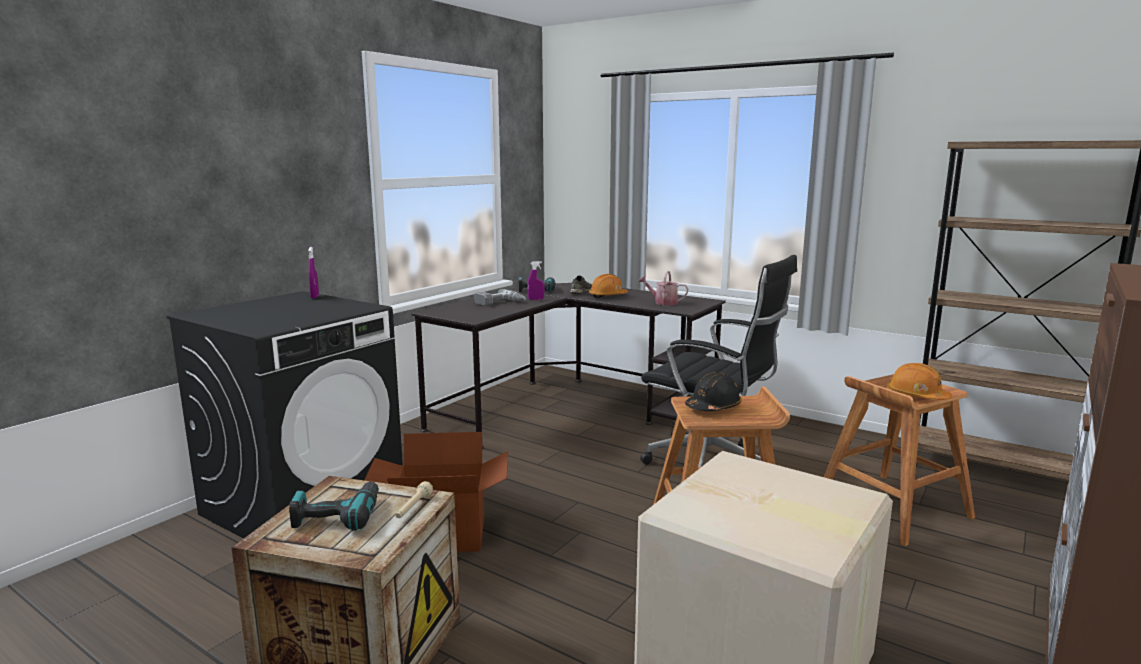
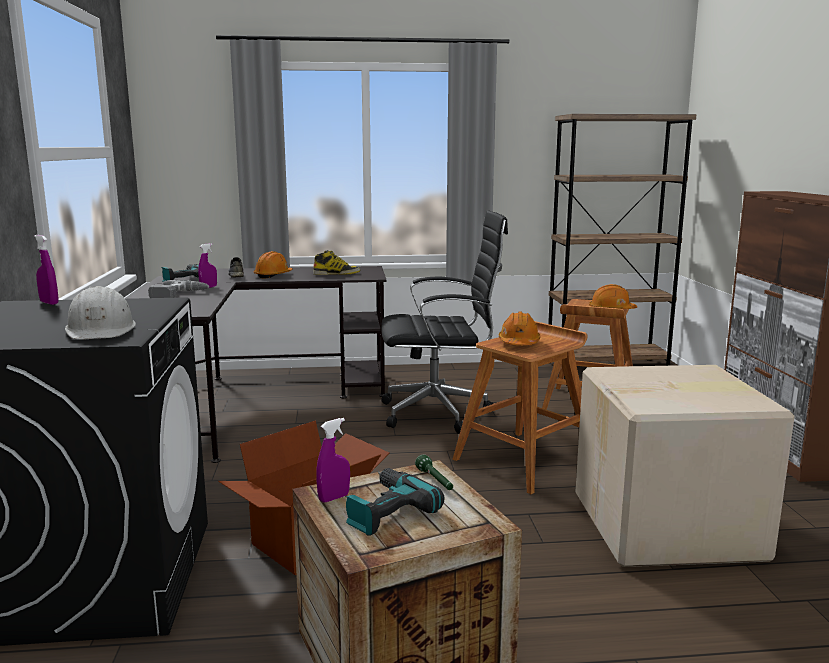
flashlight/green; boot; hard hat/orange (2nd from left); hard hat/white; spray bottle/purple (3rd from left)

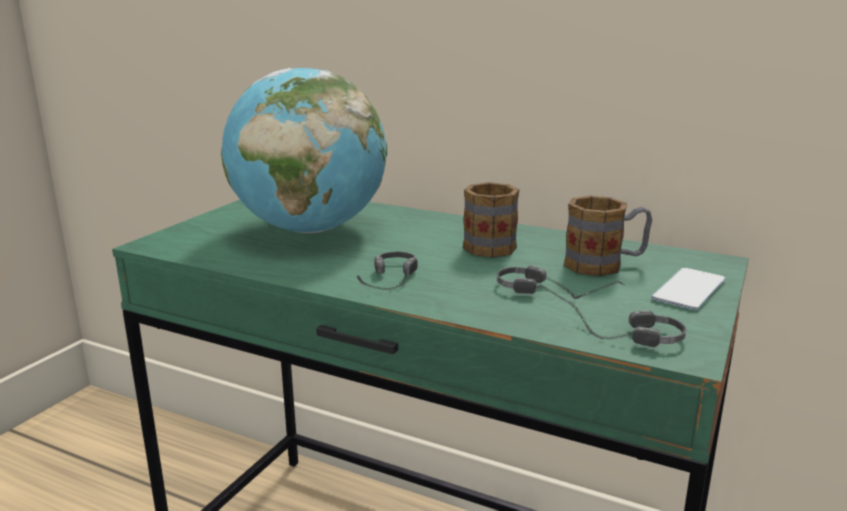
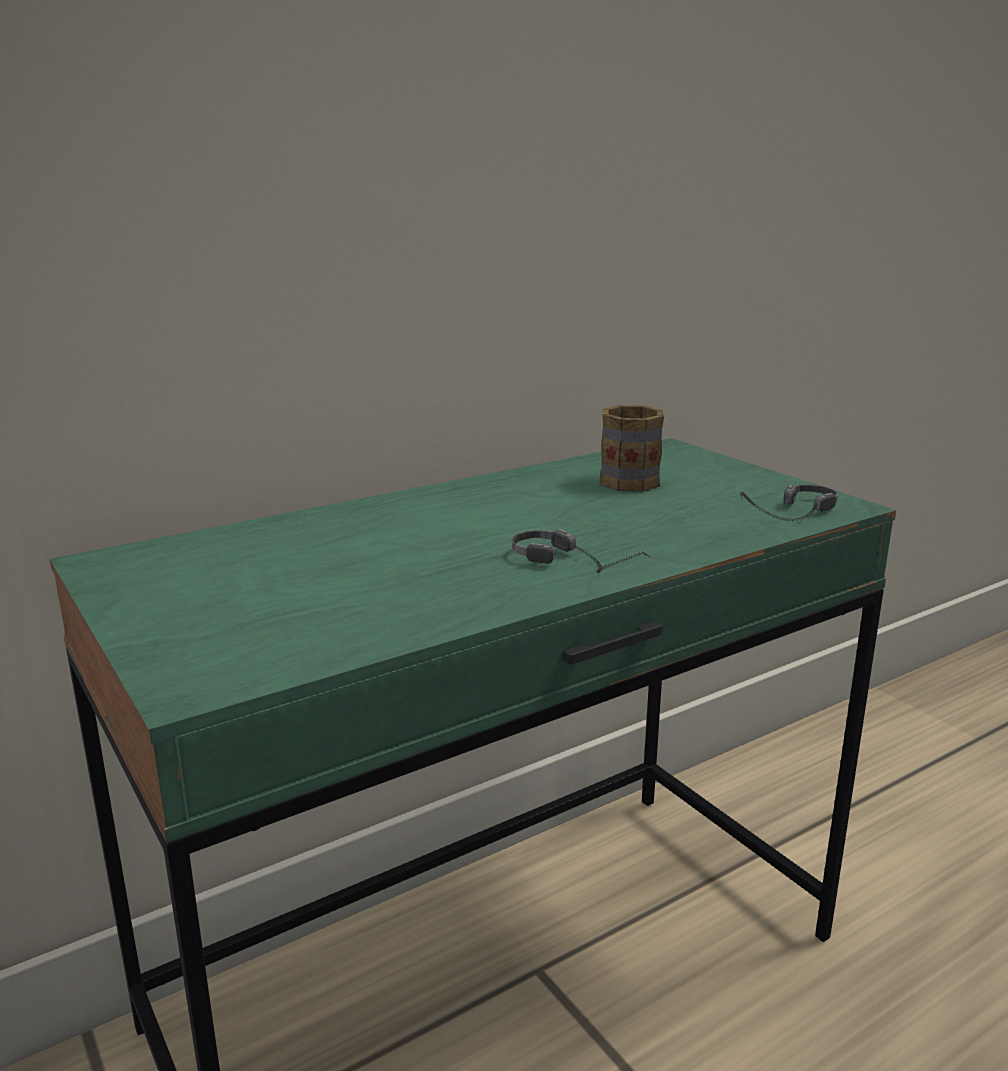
globe; mug (1st from left in the first image); headphones (2nd from left in the first image); phone

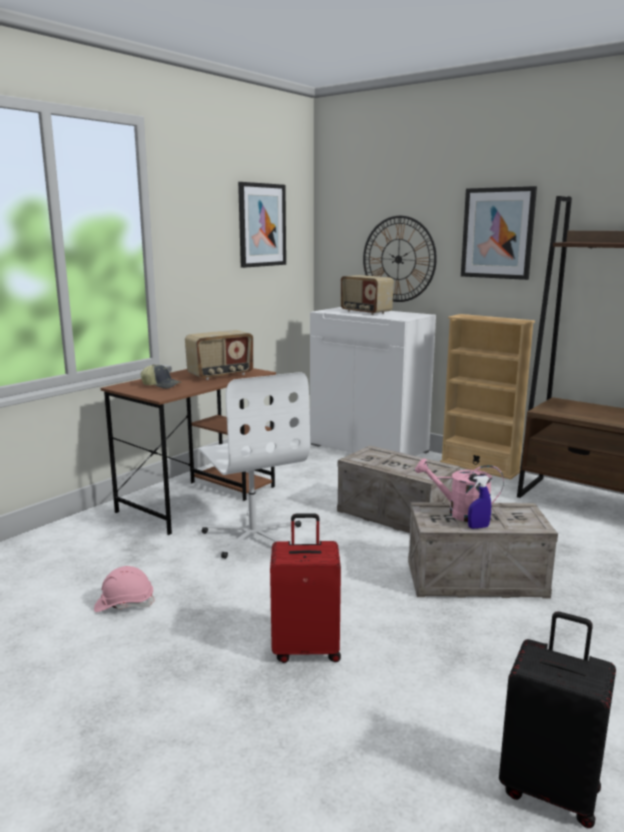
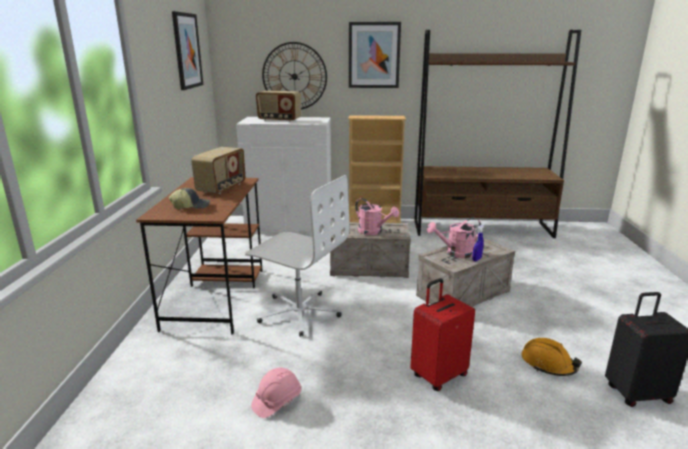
watering can/pink (1st from left); hard hat/orange

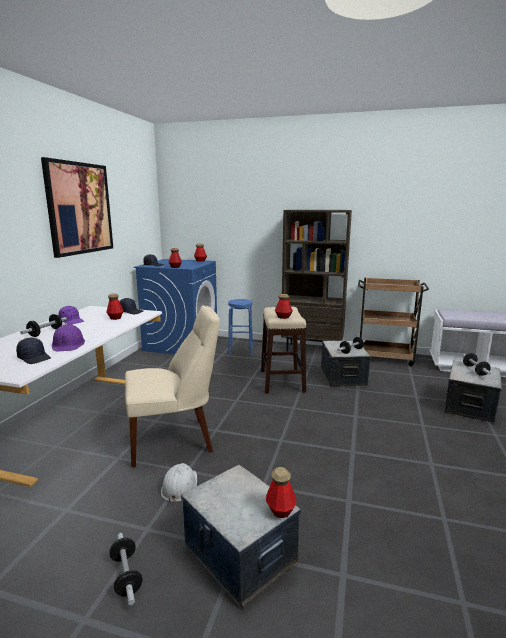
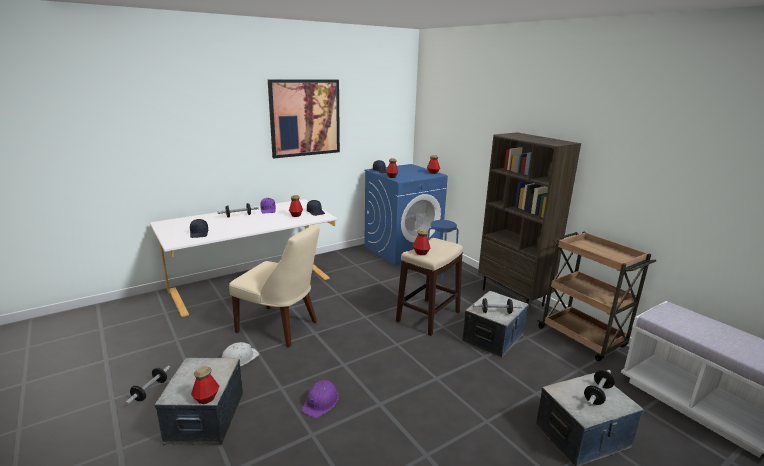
hard hat/purple

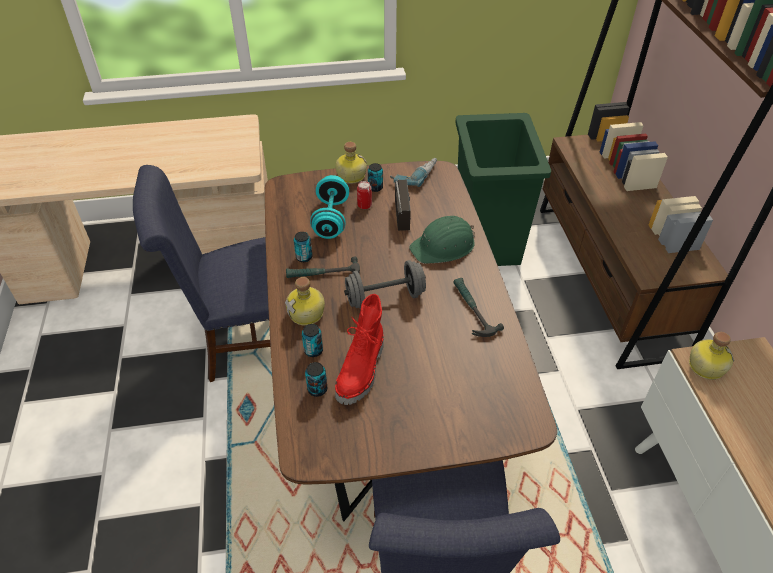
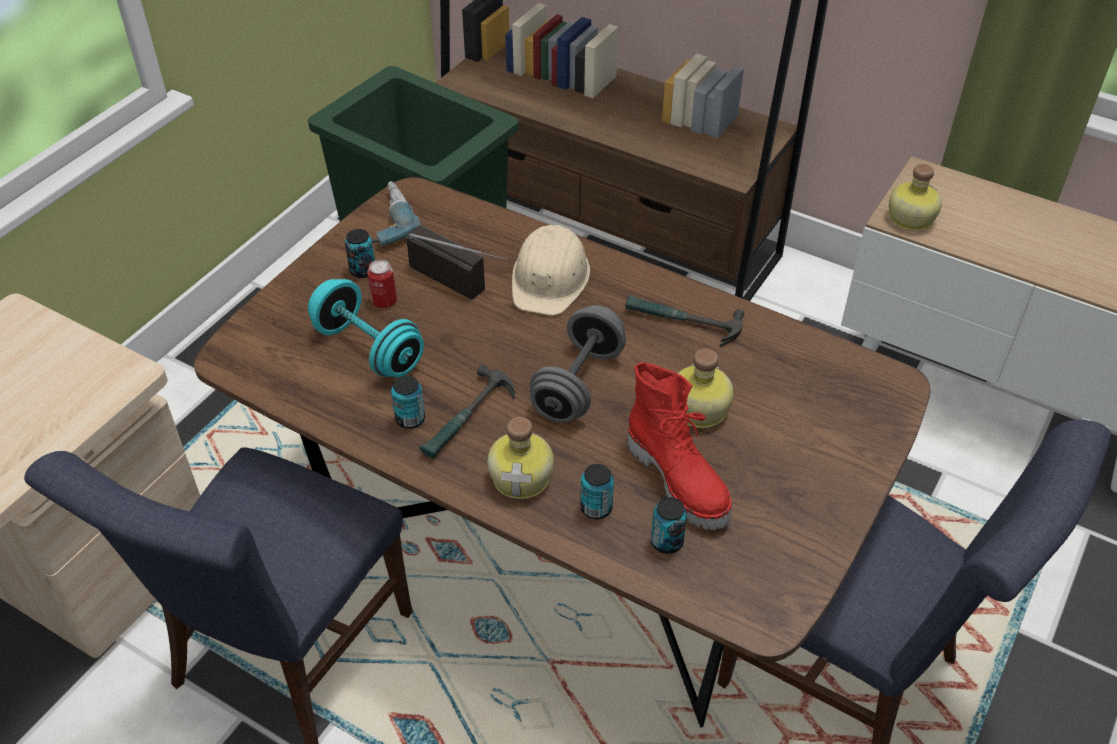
bottle (2nd from left); hard hat/beige

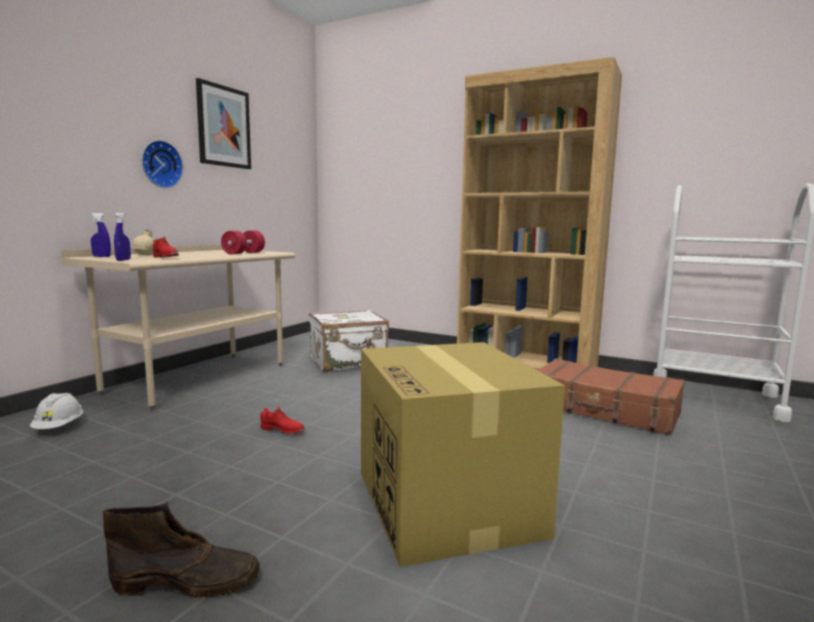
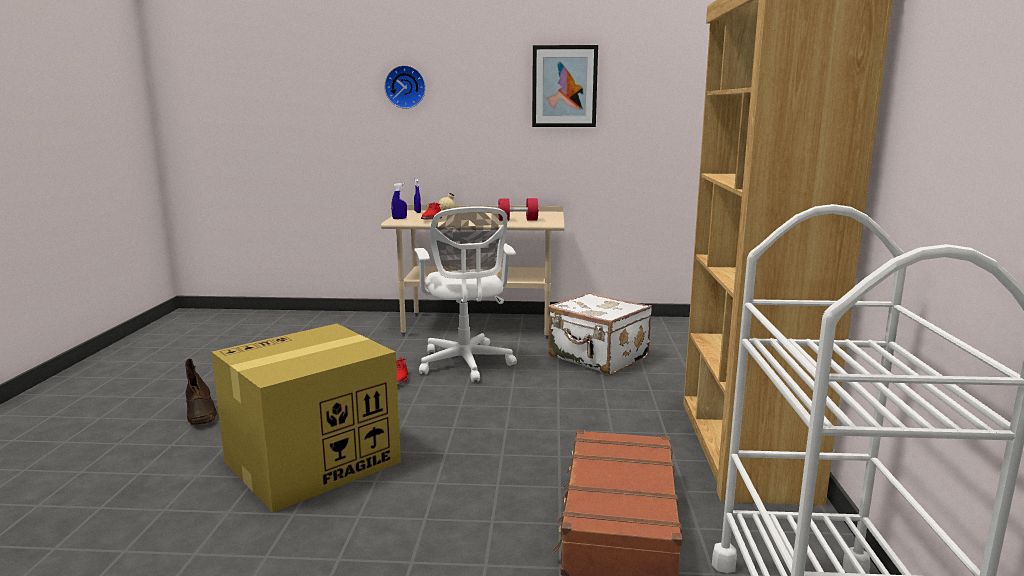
hard hat/white; wall clock; office chair/white

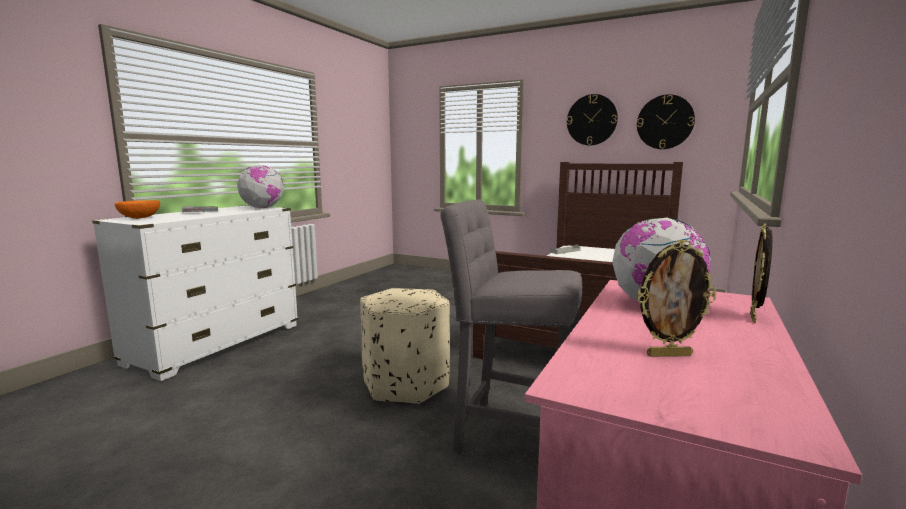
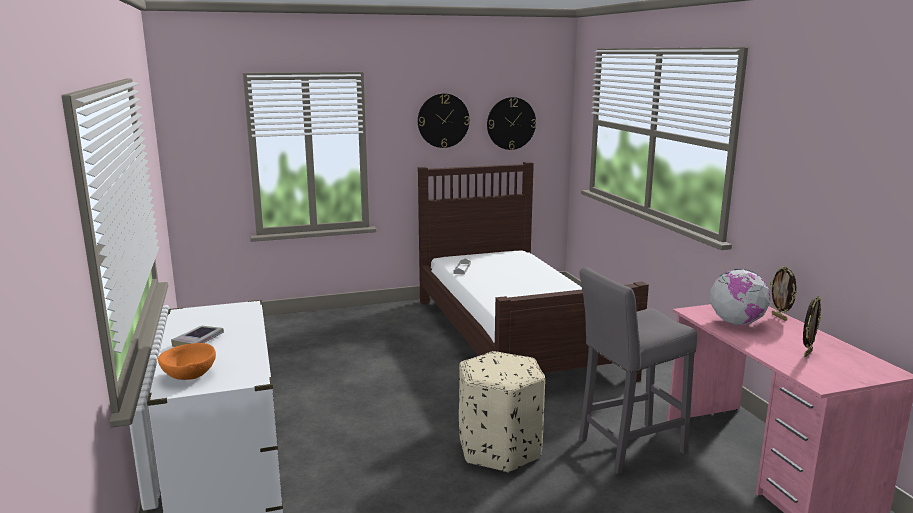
globe (1st from left in the first image)

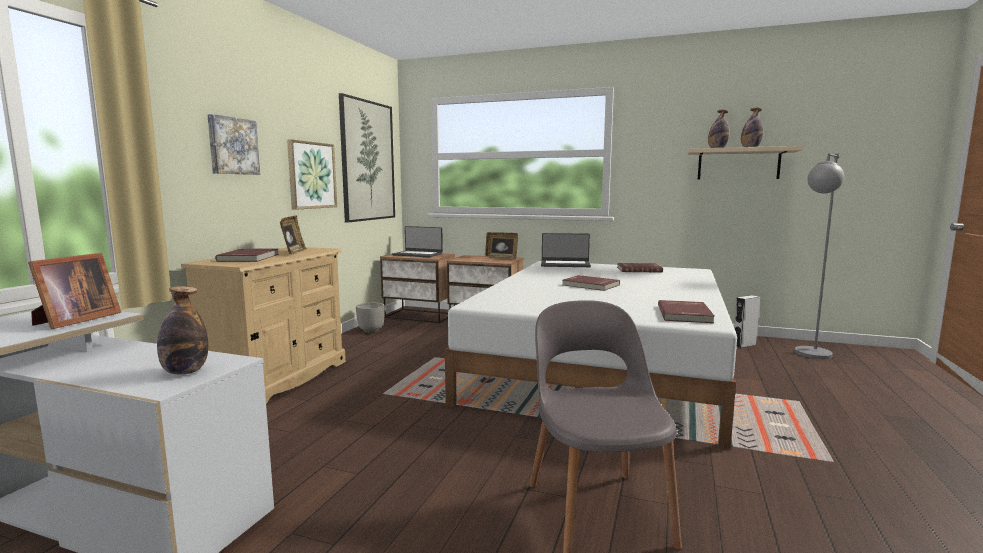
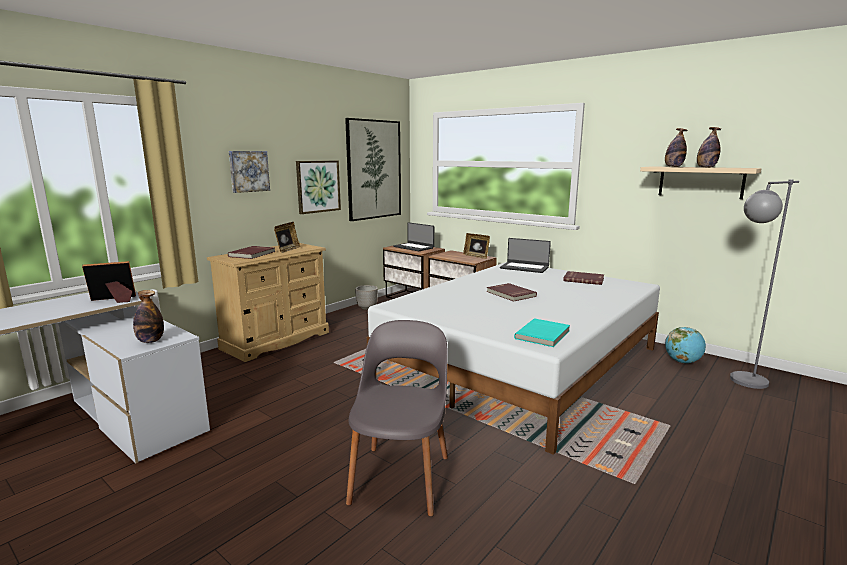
picture frame (1st from left); book/turquoise; globe

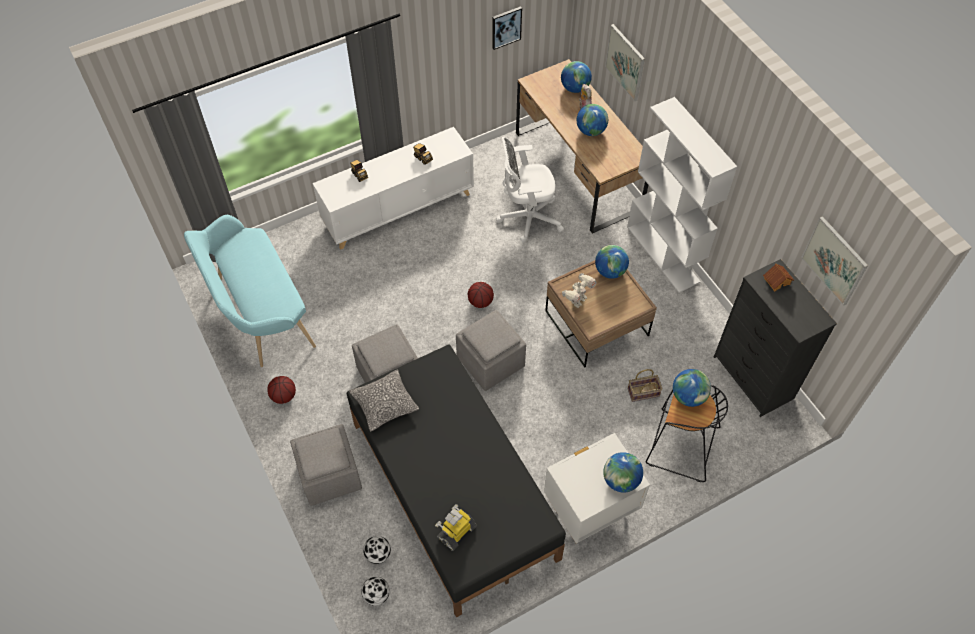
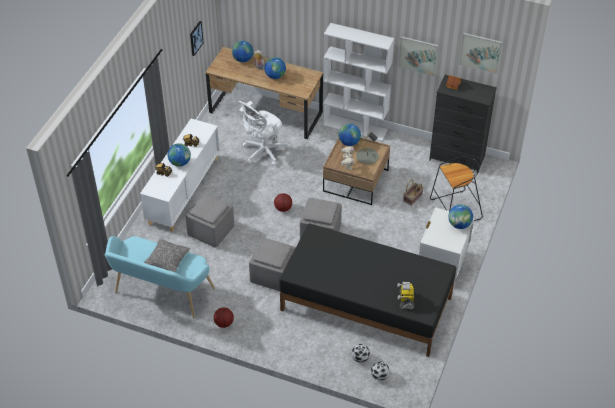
ottoman/grey (1st from left); pillow; picture (2nd from left); globe (1st from left); table lamp/grey

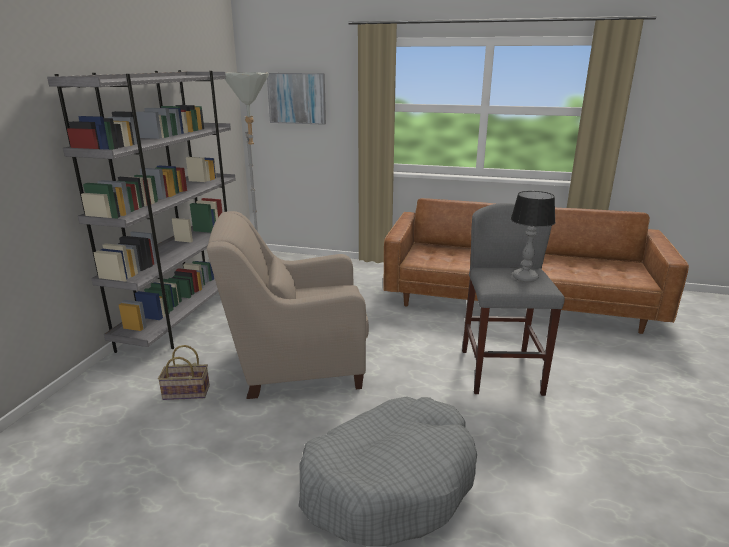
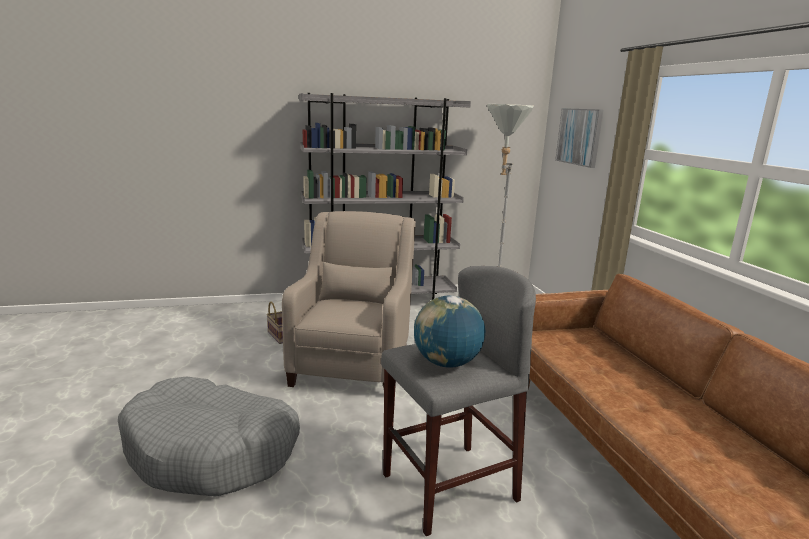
armchair/beige; globe

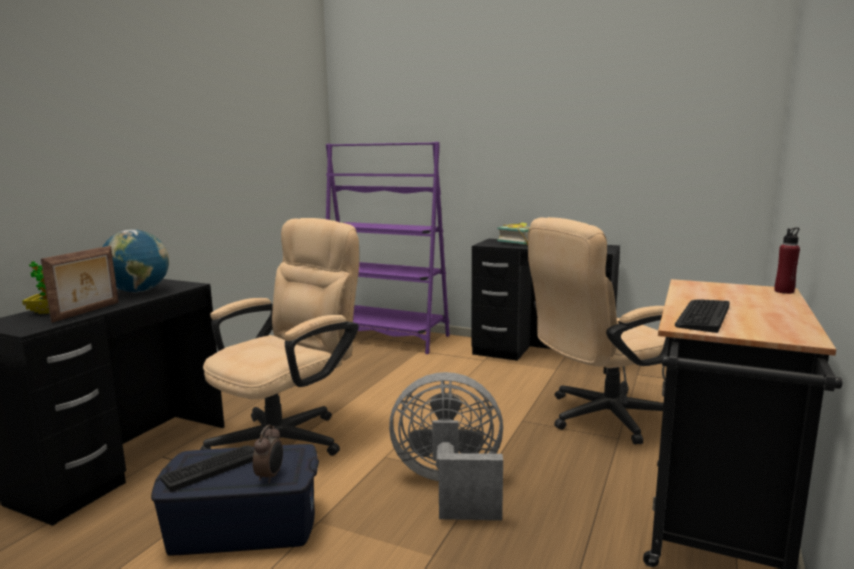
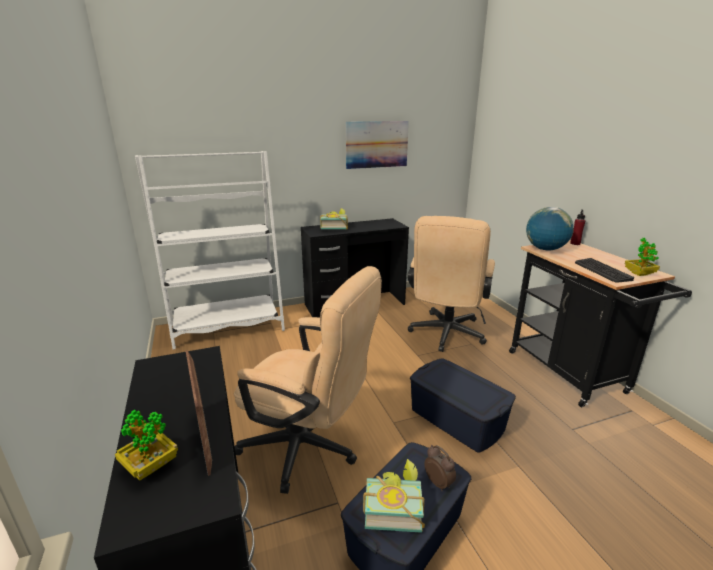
globe; book (2nd from left); office chair/beige (1st from left); bookcase/white; storage box/blue (2nd from left); picture; potted plant (2nd from left)

